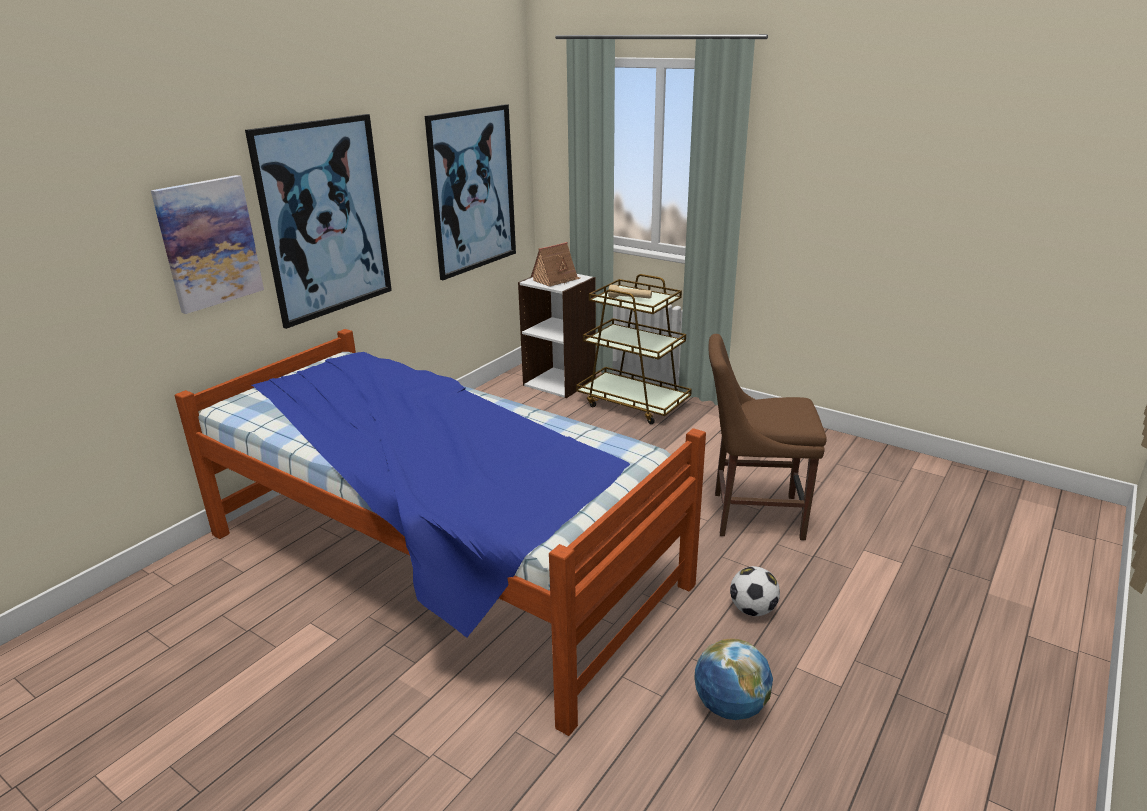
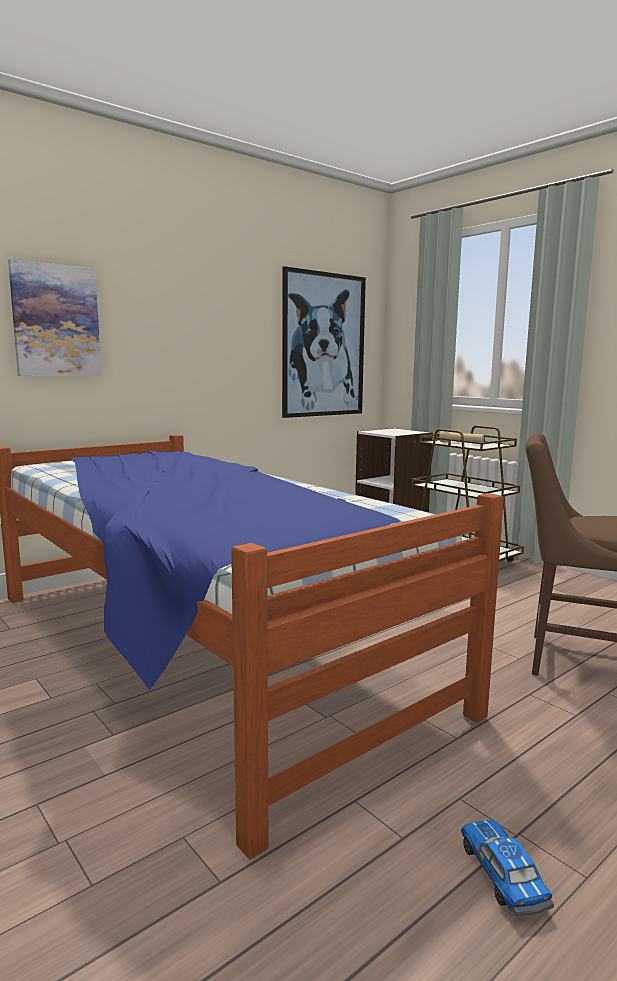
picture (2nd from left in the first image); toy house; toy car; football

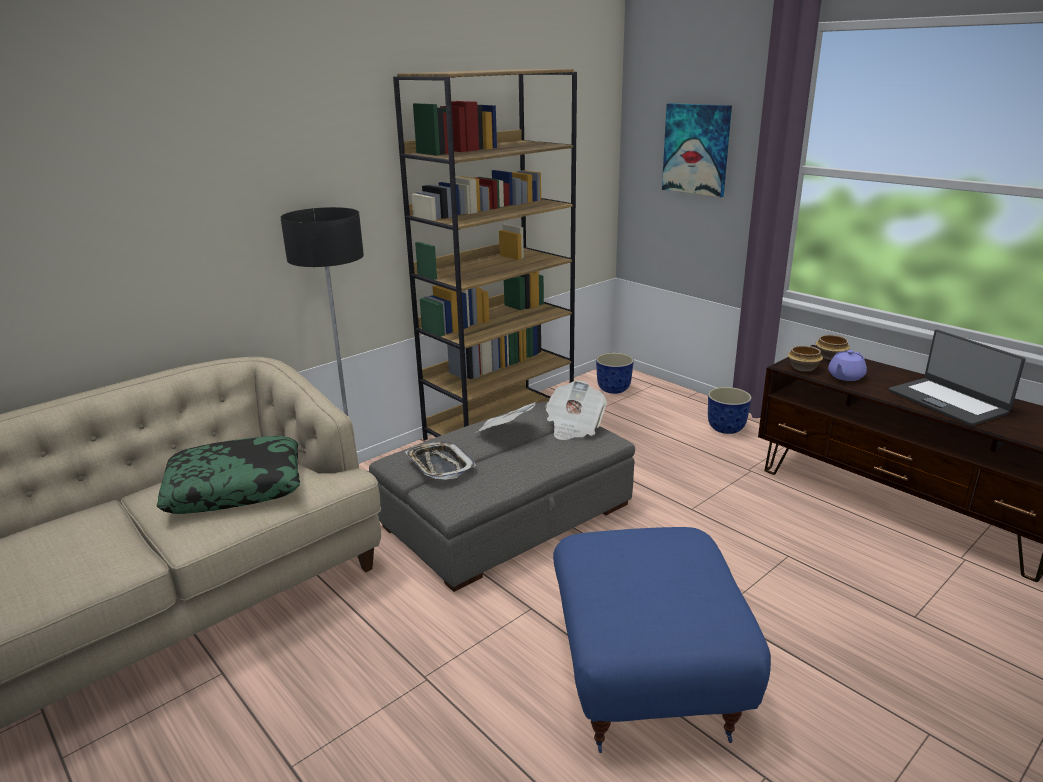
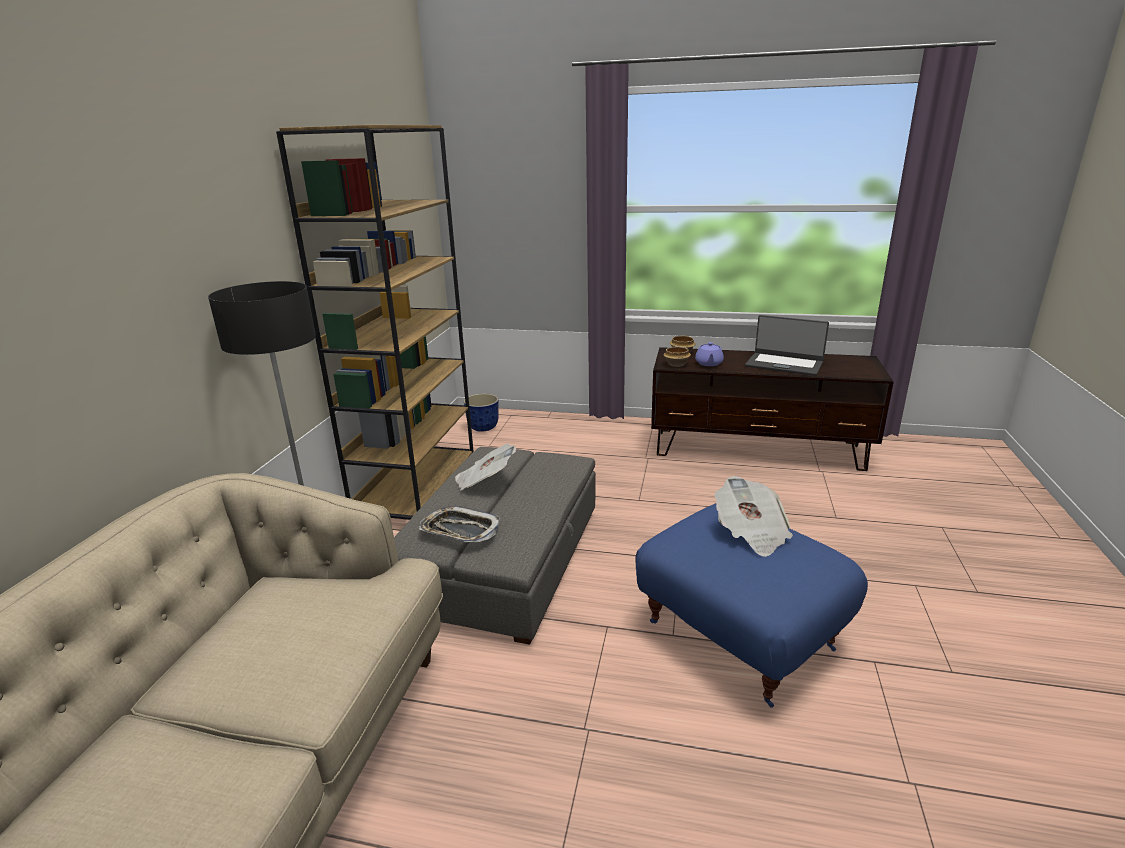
pillow; newspaper (2nd from left); picture; planter (2nd from left in the first image)

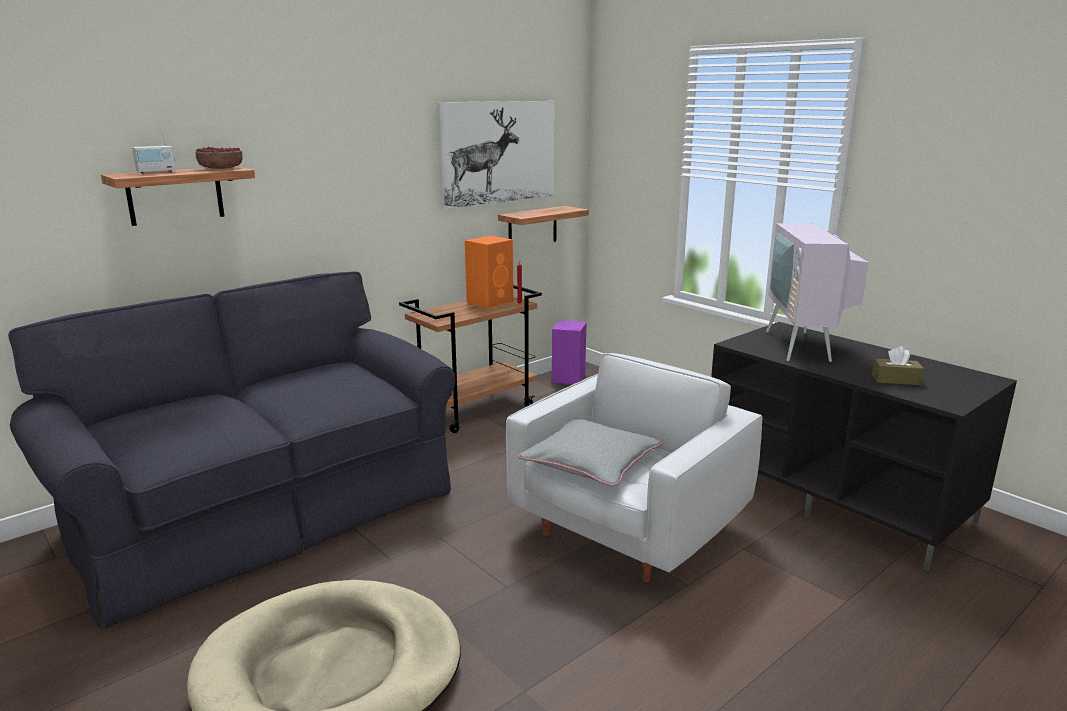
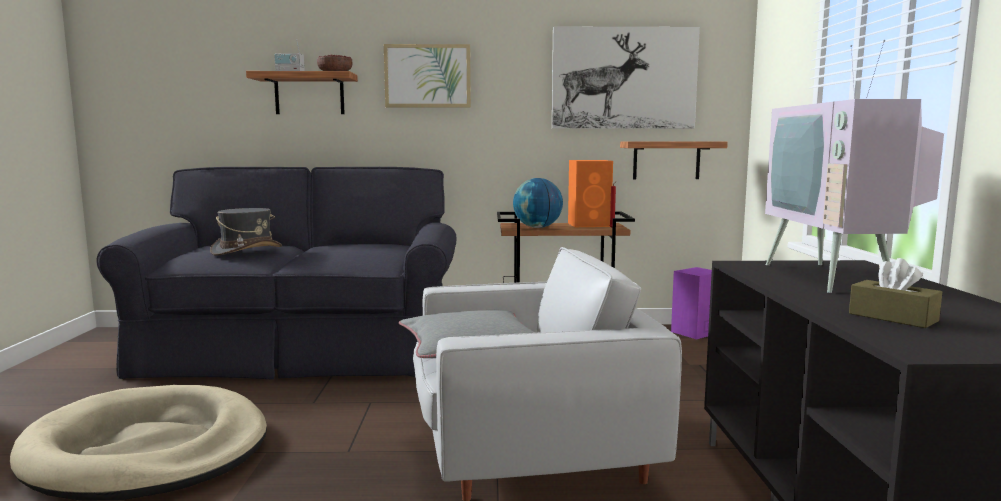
television; hat/grey; picture (1st from left); globe

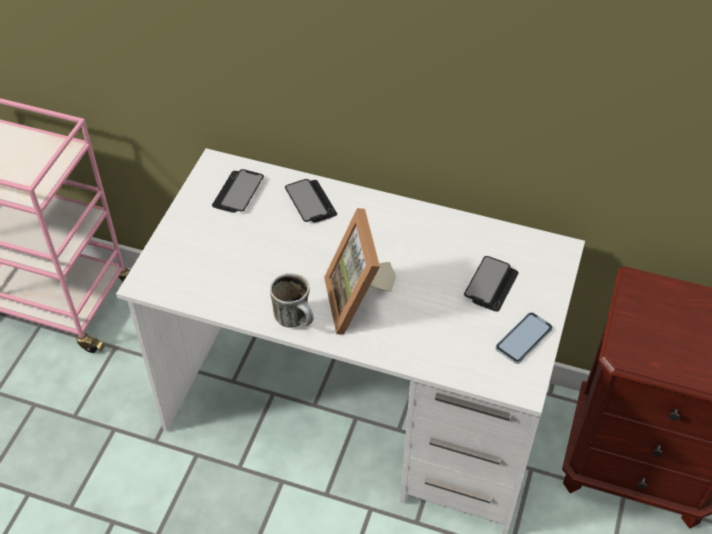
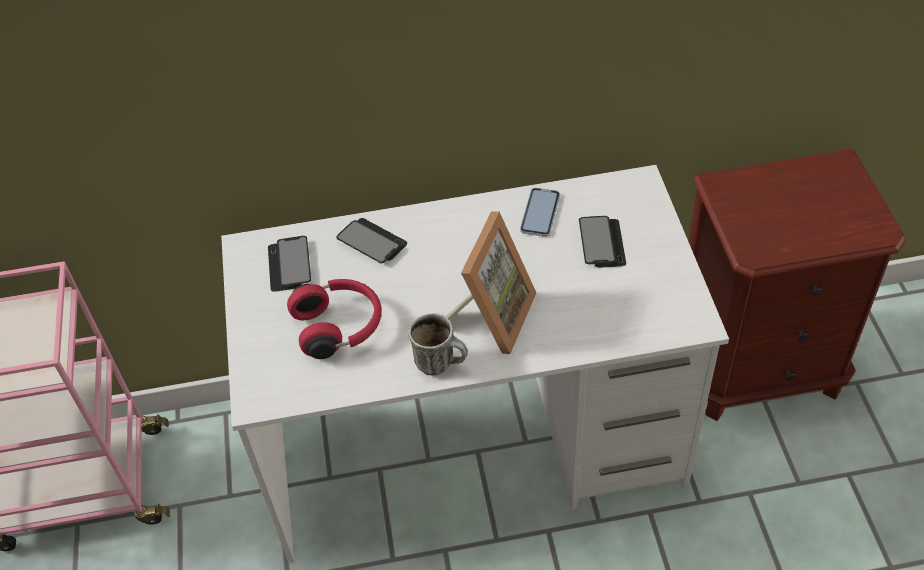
picture frame; phone (3rd from left); headphones/red

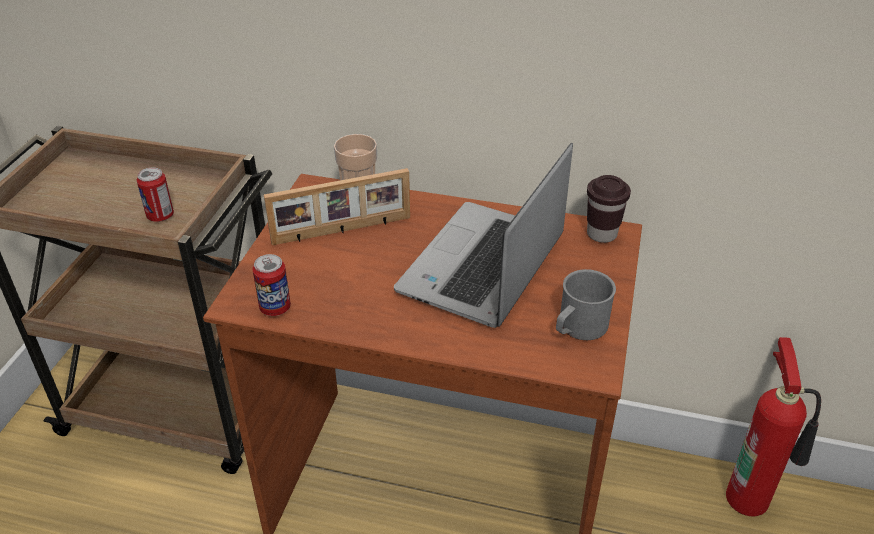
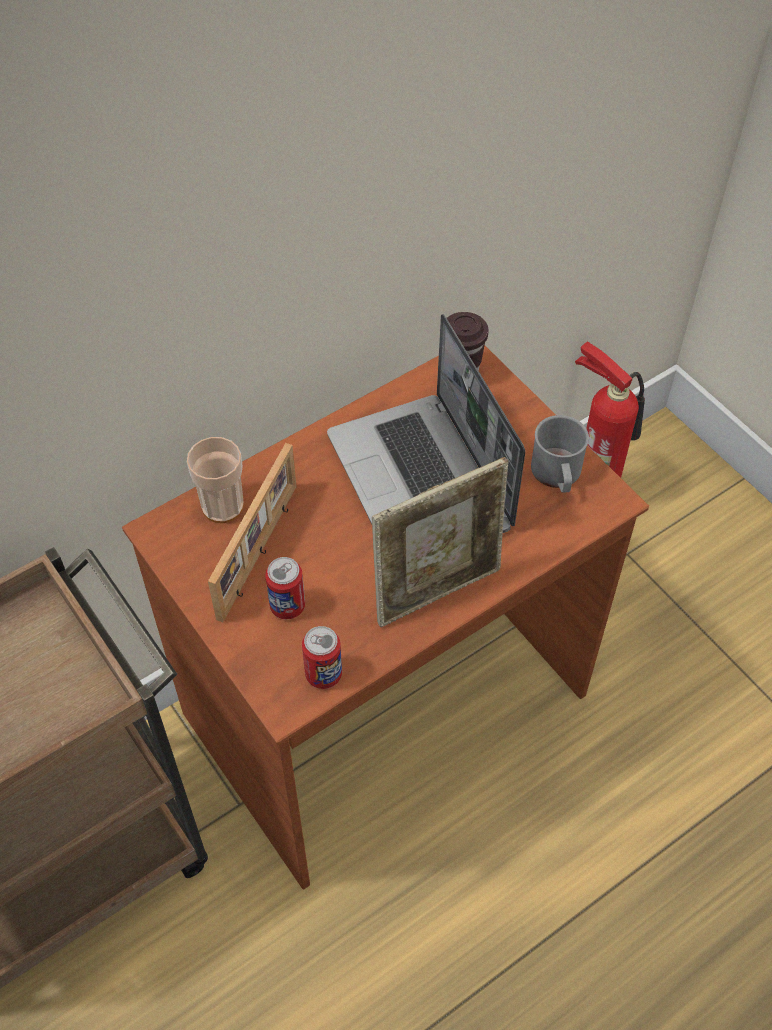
can (1st from left); picture frame (2nd from left)

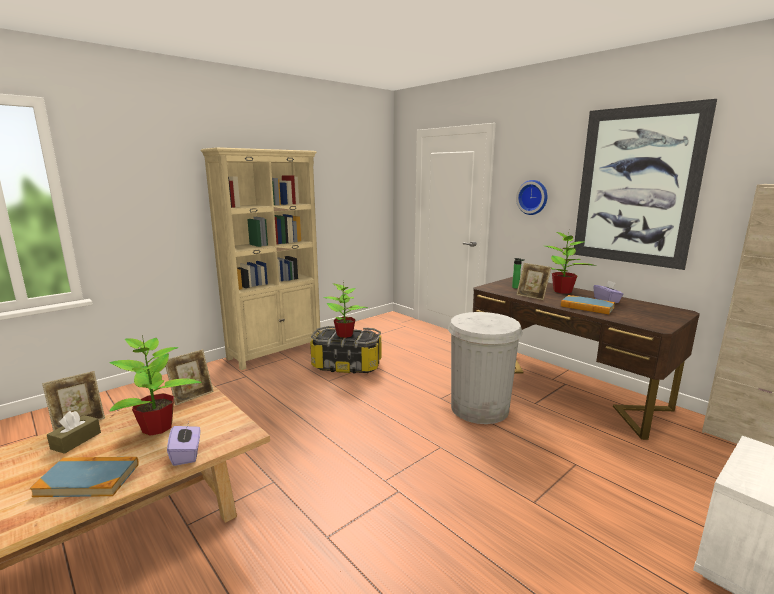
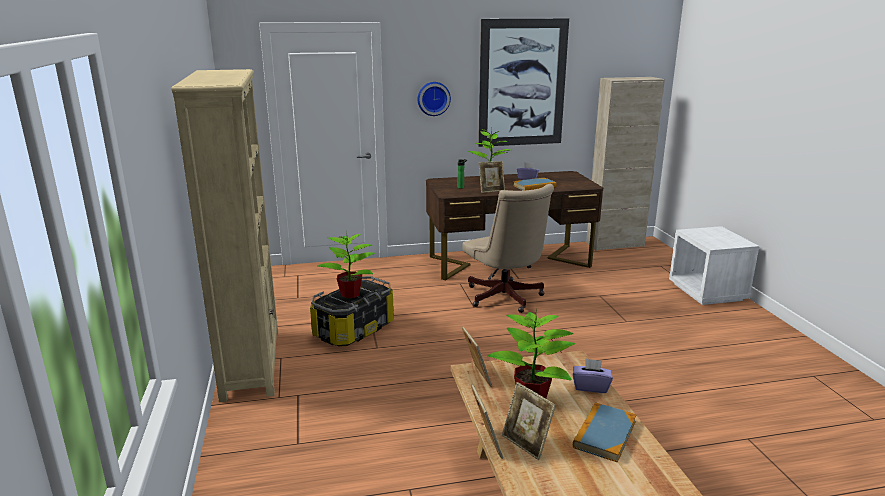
picture frame (4th from left); office chair/beige

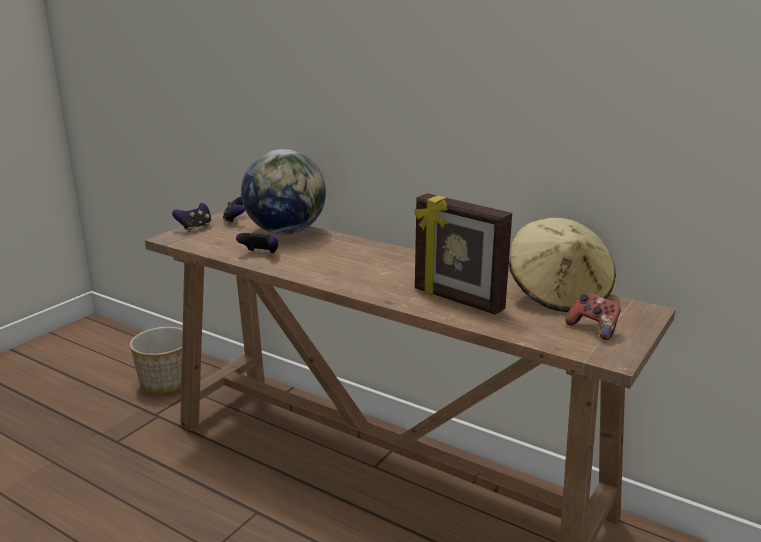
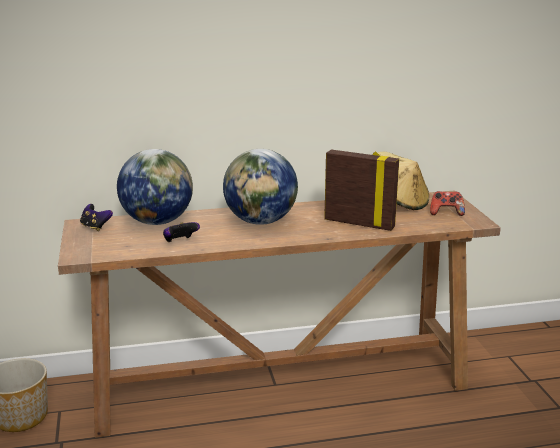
game controller (1st from left in the first image); picture frame; globe (2nd from left)

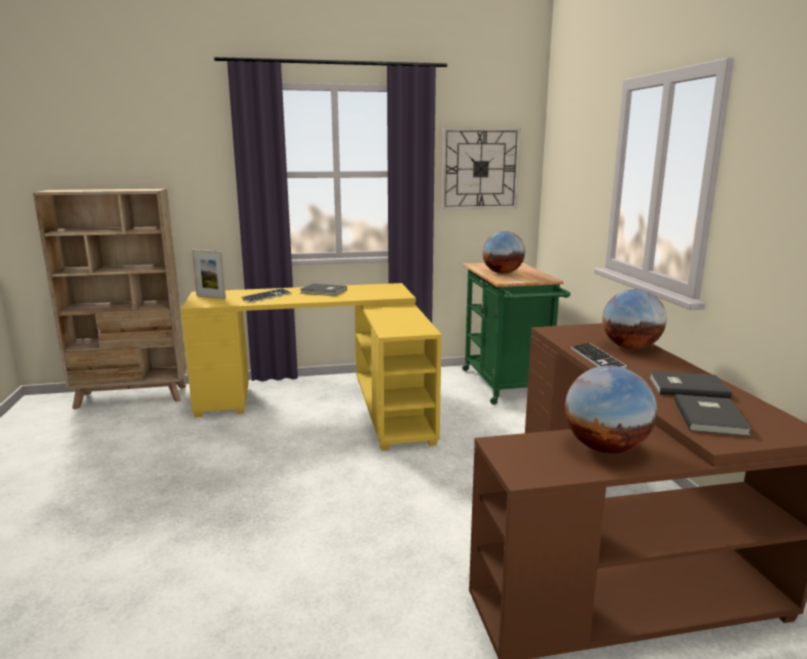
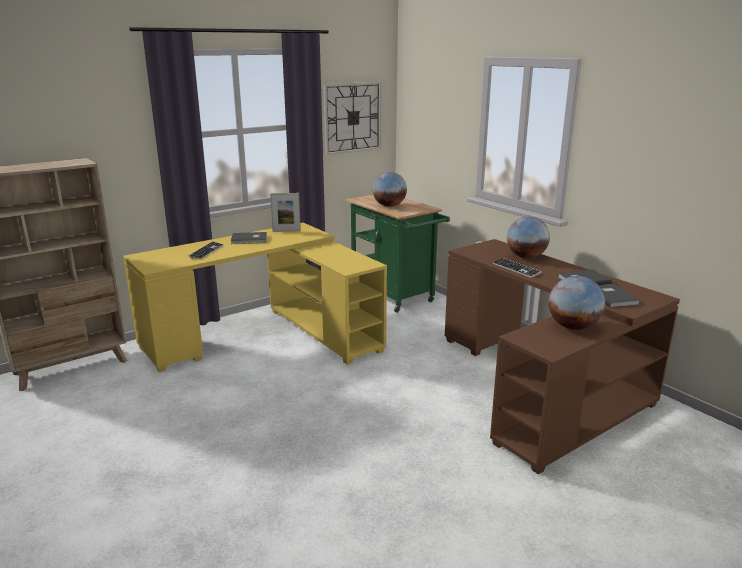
picture frame

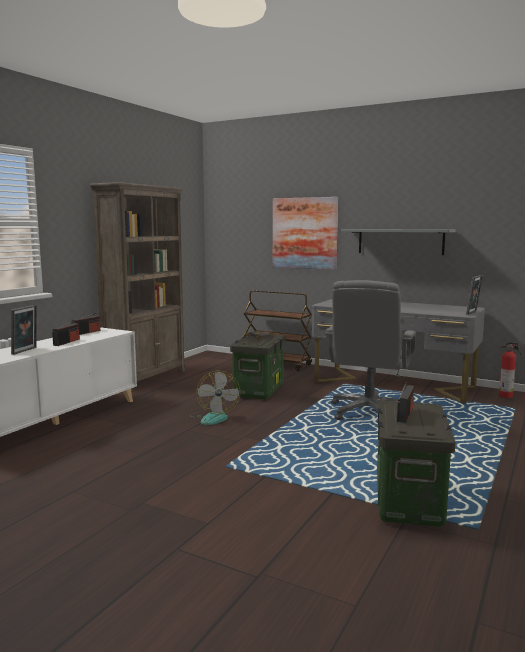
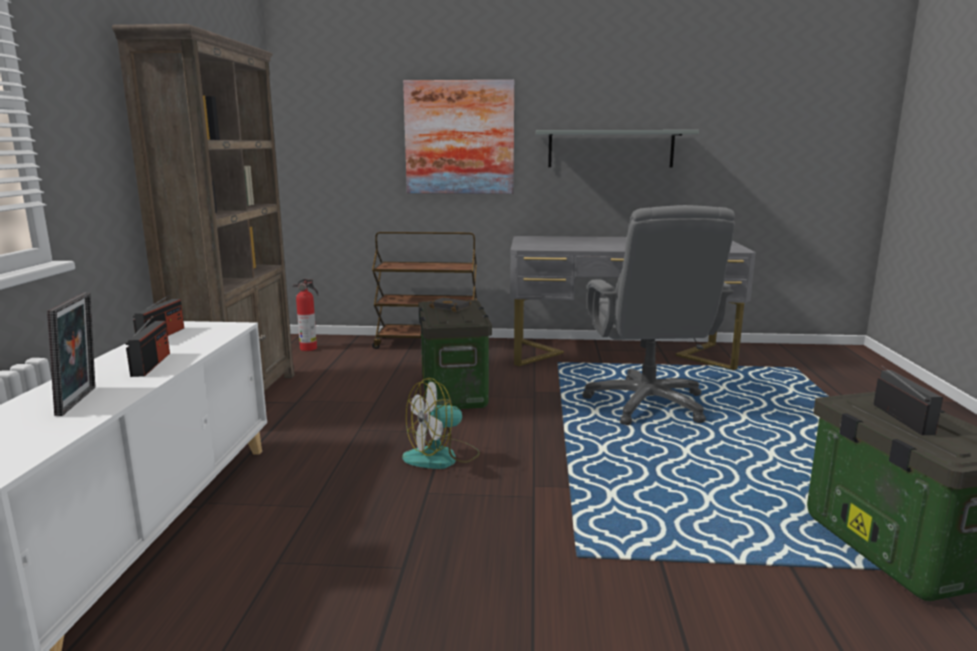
fan; picture frame (2nd from left in the first image); fire extinguisher

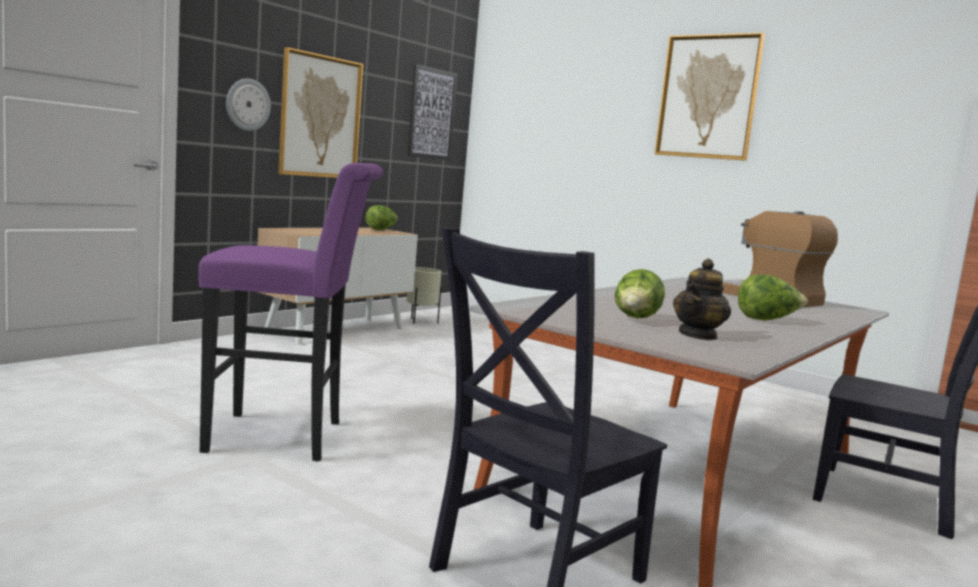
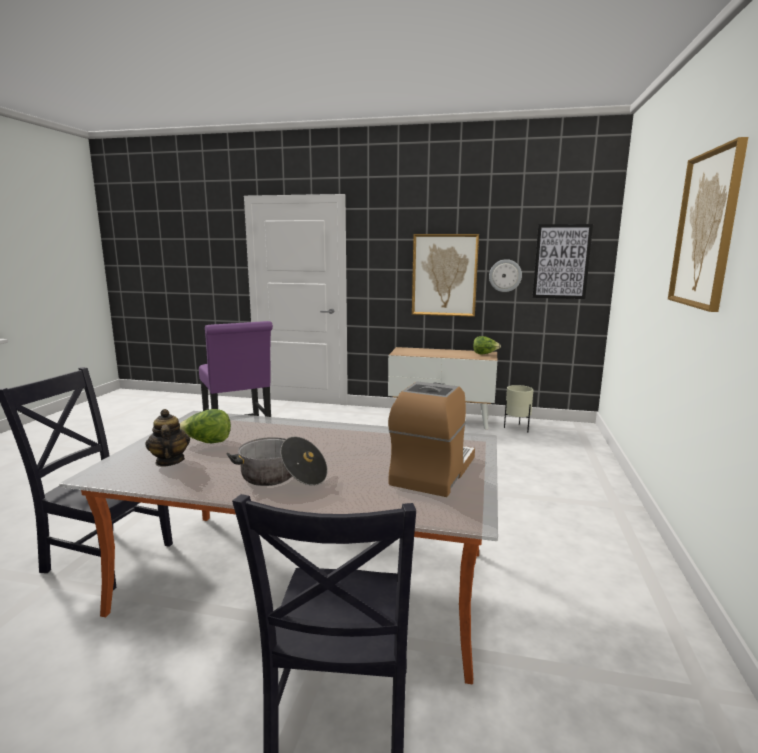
wall clock; teapot; cooking pot

